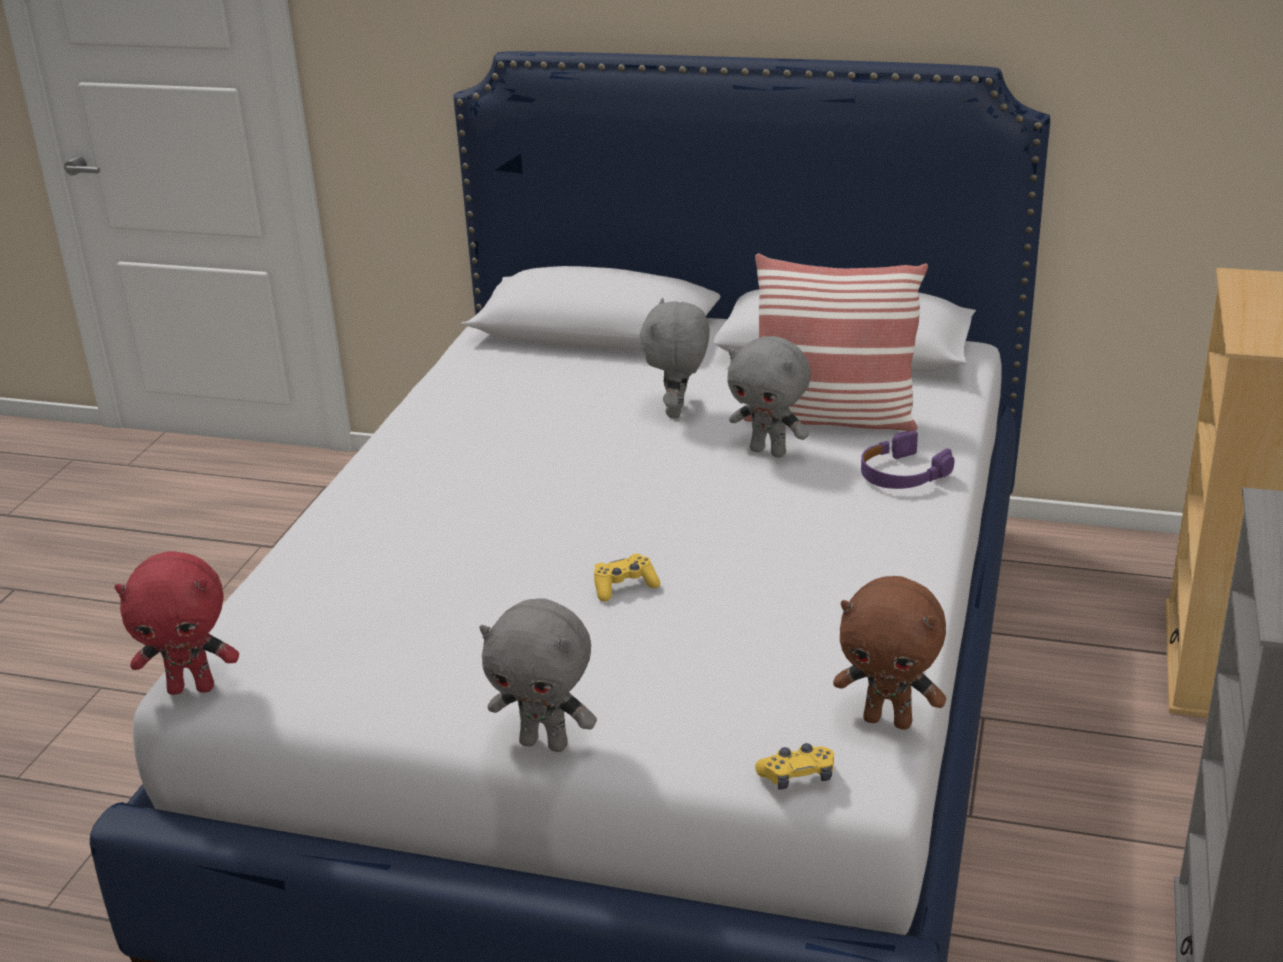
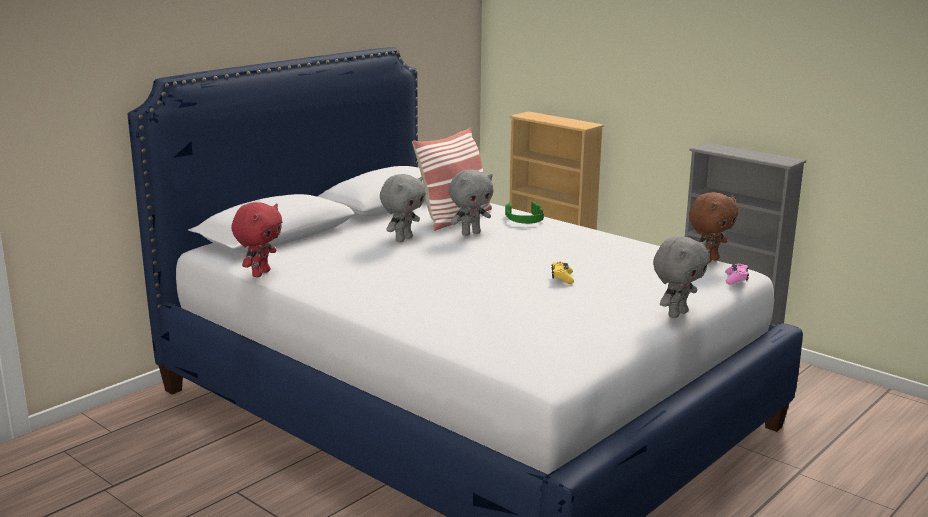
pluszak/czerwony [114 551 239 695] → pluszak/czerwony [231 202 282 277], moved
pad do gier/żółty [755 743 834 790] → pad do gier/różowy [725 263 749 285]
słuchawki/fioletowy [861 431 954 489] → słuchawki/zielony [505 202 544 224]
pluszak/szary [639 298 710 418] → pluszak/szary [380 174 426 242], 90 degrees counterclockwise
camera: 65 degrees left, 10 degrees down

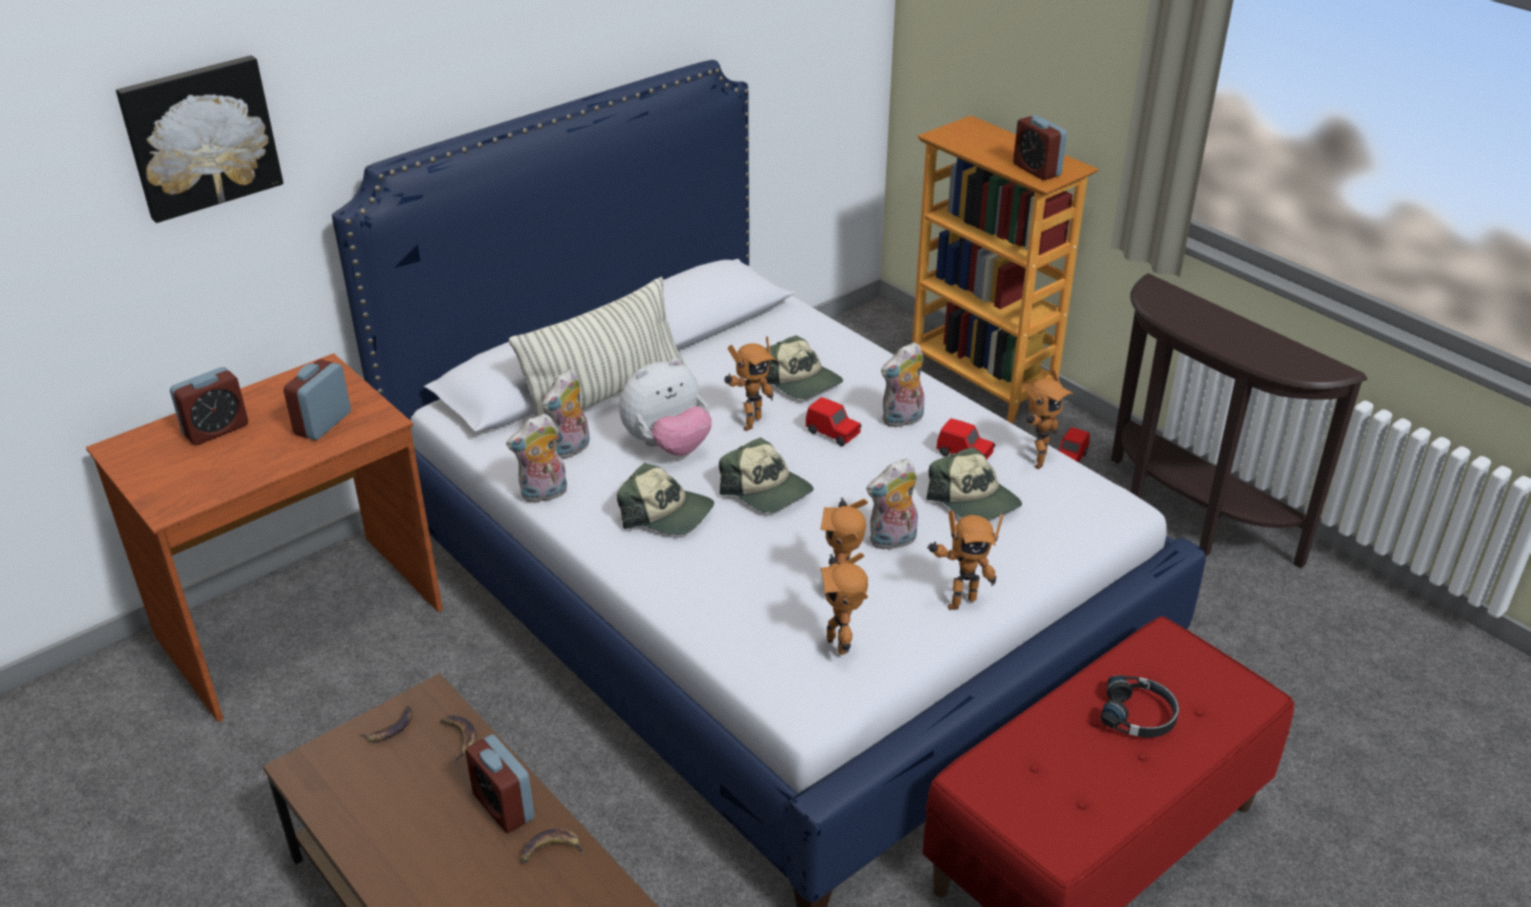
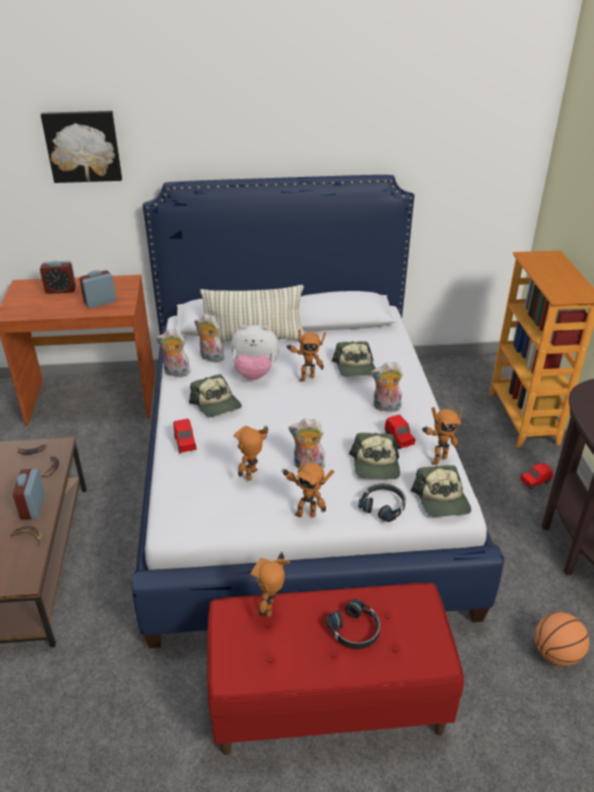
budzik [1013 115 1067 180] → -
- → słuchawki/czarny [358 483 406 522]
- → piłka do koszykówki [535 612 589 666]
czapka z daszkiem [719 438 814 513] → czapka z daszkiem [411 465 471 517], moved
samochodzik/czerwony [806 397 862 446] → samochodzik/czerwony [173 419 197 453], moved
robot zabawkowy [820 553 868 655] → robot zabawkowy [250 552 290 617], moved
pluszak [542 369 590 459] → pluszak [194 314 226 362], 45 degrees clockwise
camera: 35 degrees right, 0 degrees up

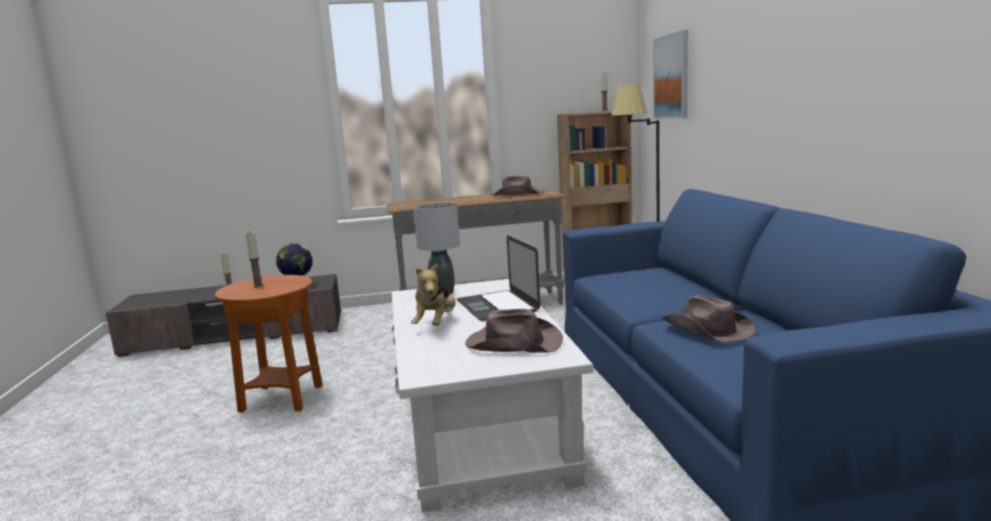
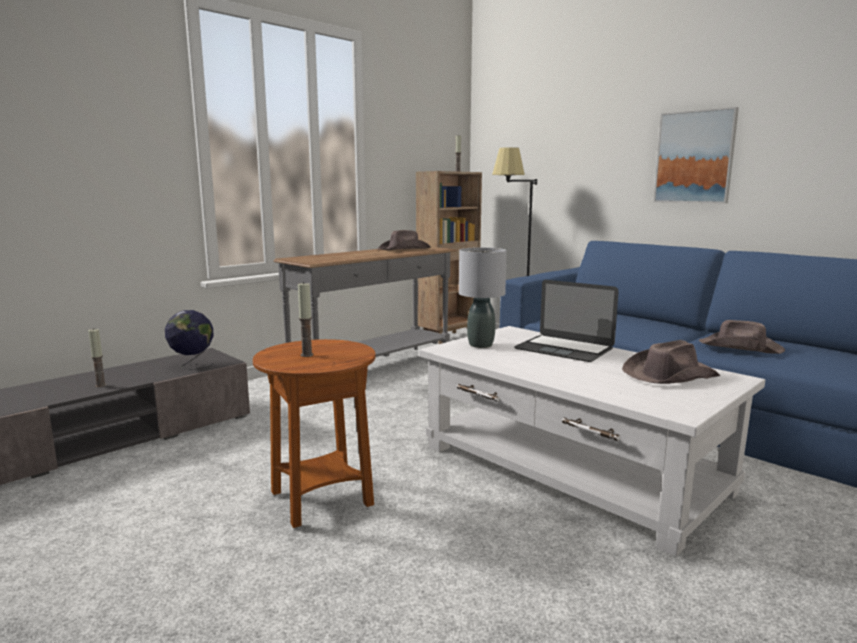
pluszak [411 263 456 326] → -
obraz [653 30 688 119] → obraz [653 107 739 204], moved
camera: 35 degrees left, 0 degrees up

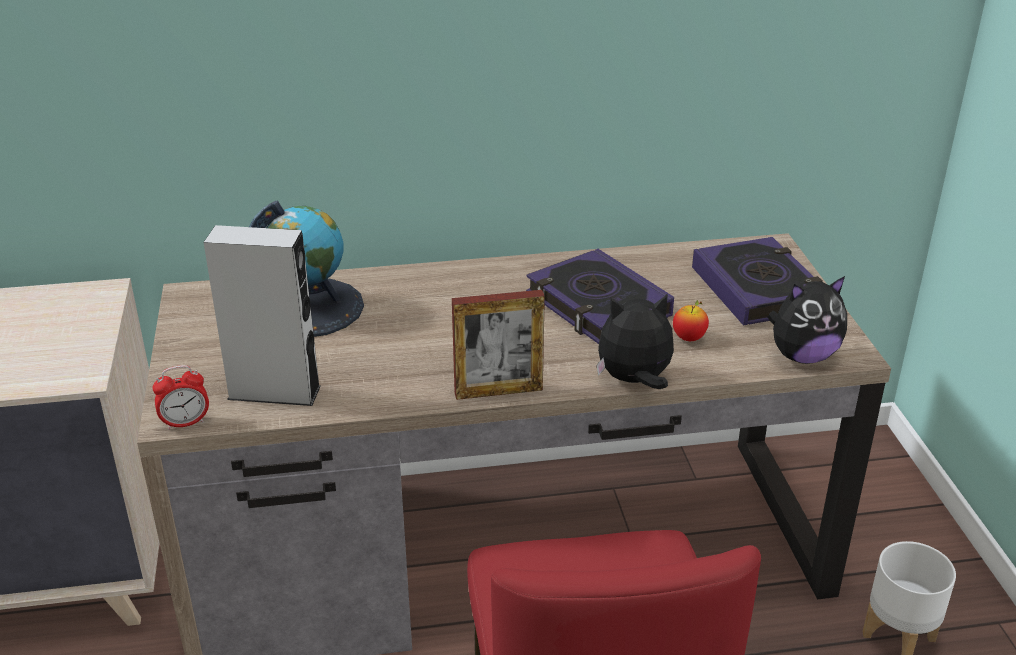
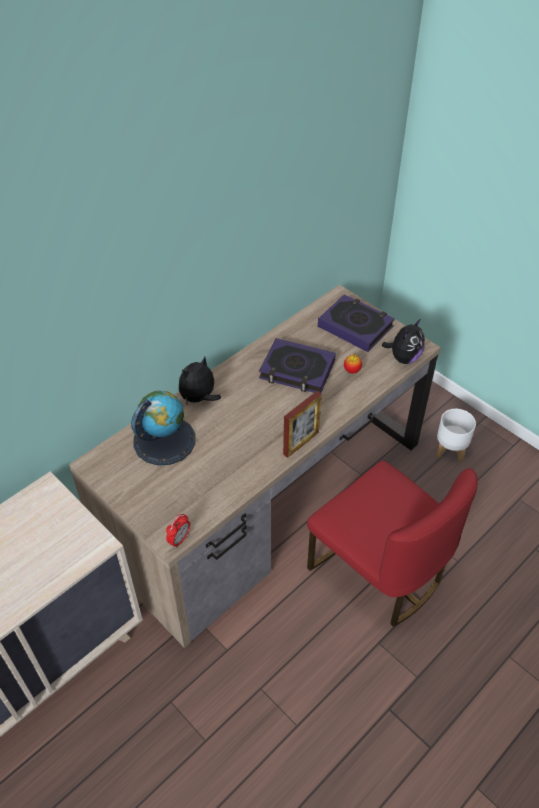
głośnik/szary [203 225 321 406] → -
pluszak [596 293 674 389] → pluszak [179 356 221 406], moved
camera: 35 degrees left, 15 degrees up

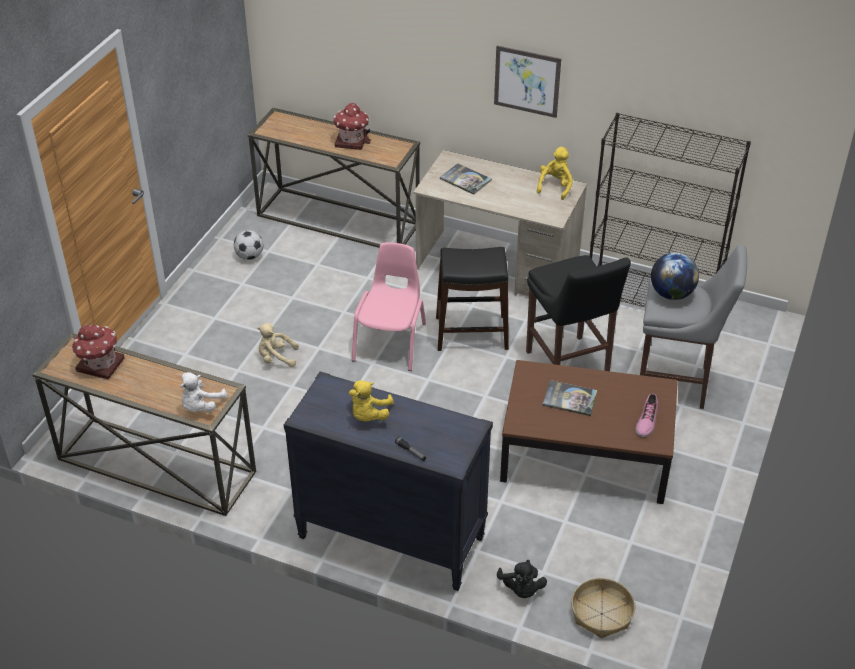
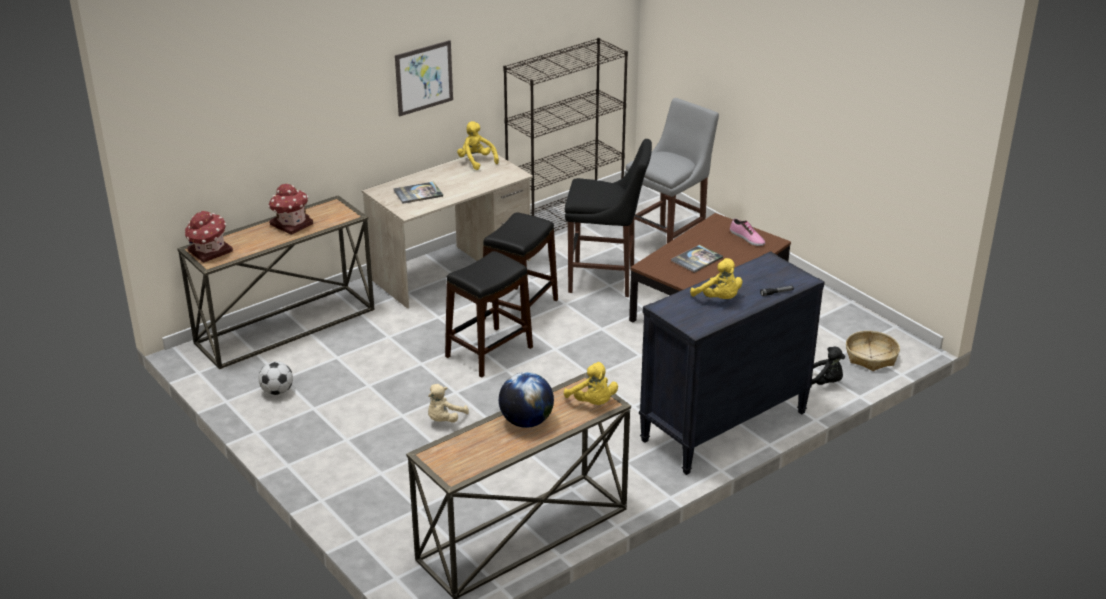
domek [72 324 125 379] → domek [185 210 233 263], moved
globus [651 252 699 300] → globus [499 372 554 428], moved
krzesło/różowy [352 242 426 371] → stołek/czarny [445 251 533 378]
pluszak/biały [180 372 227 412] → pluszak/żółty [564 362 618 405]
camera: 60 degrees left, 10 degrees down

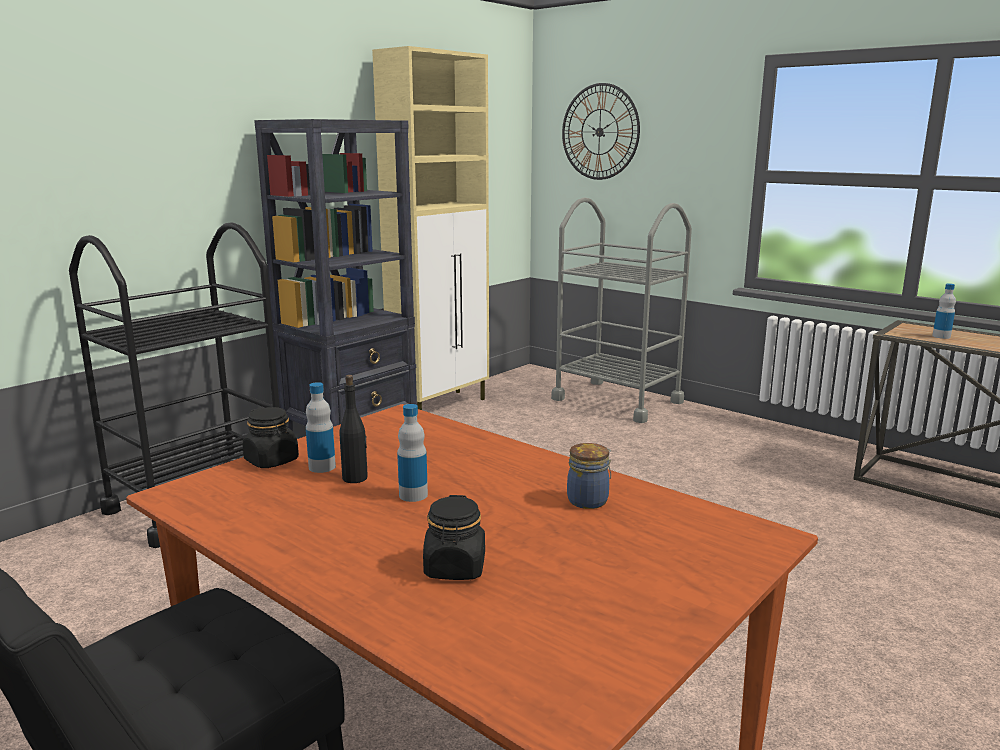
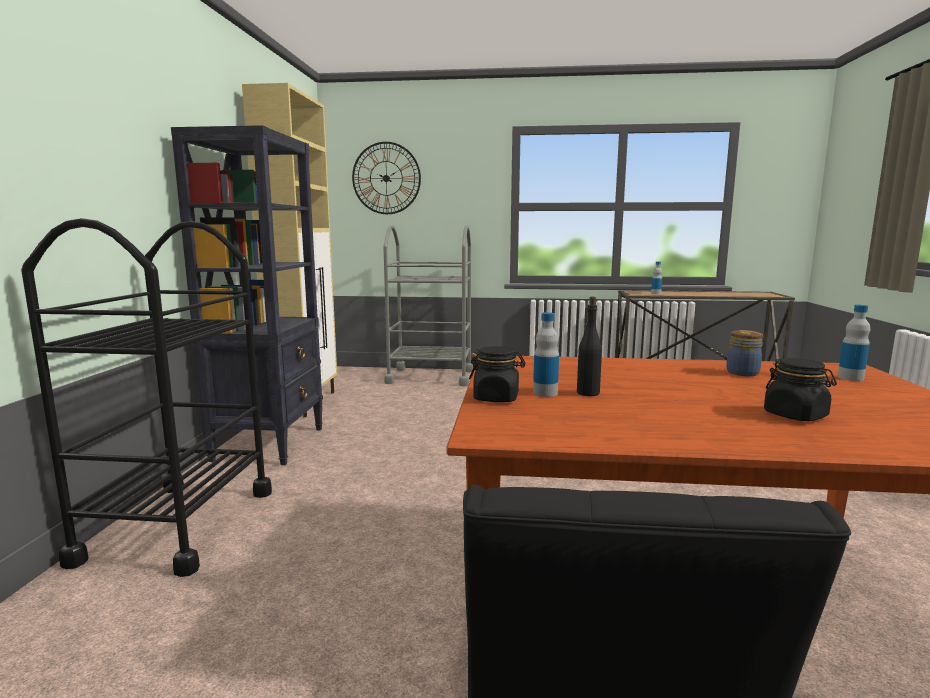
butelka [397 404 428 502] → butelka [837 304 870 381], moved
camera: 35 degrees left, 5 degrees down

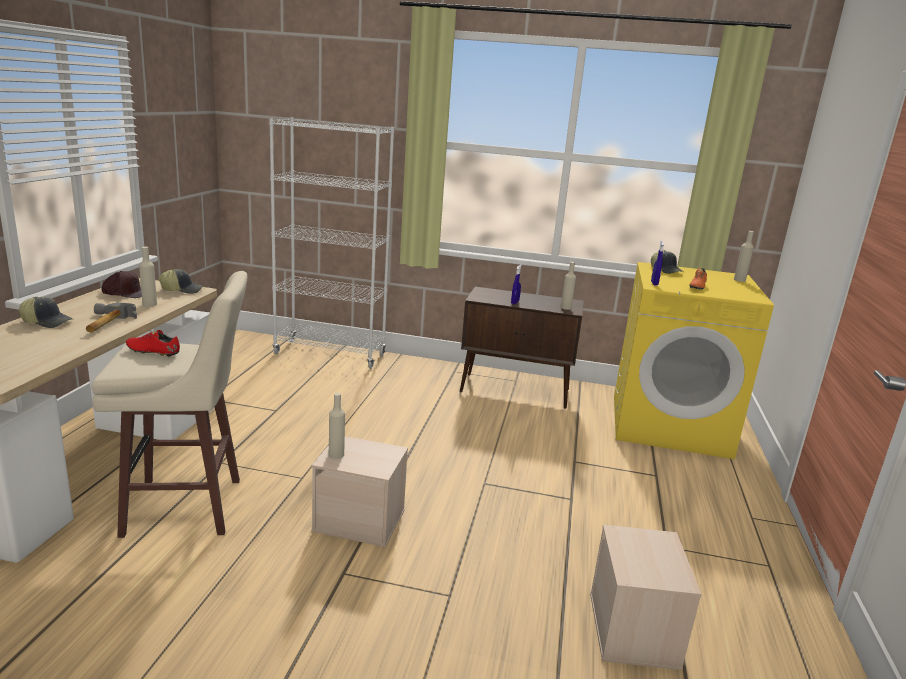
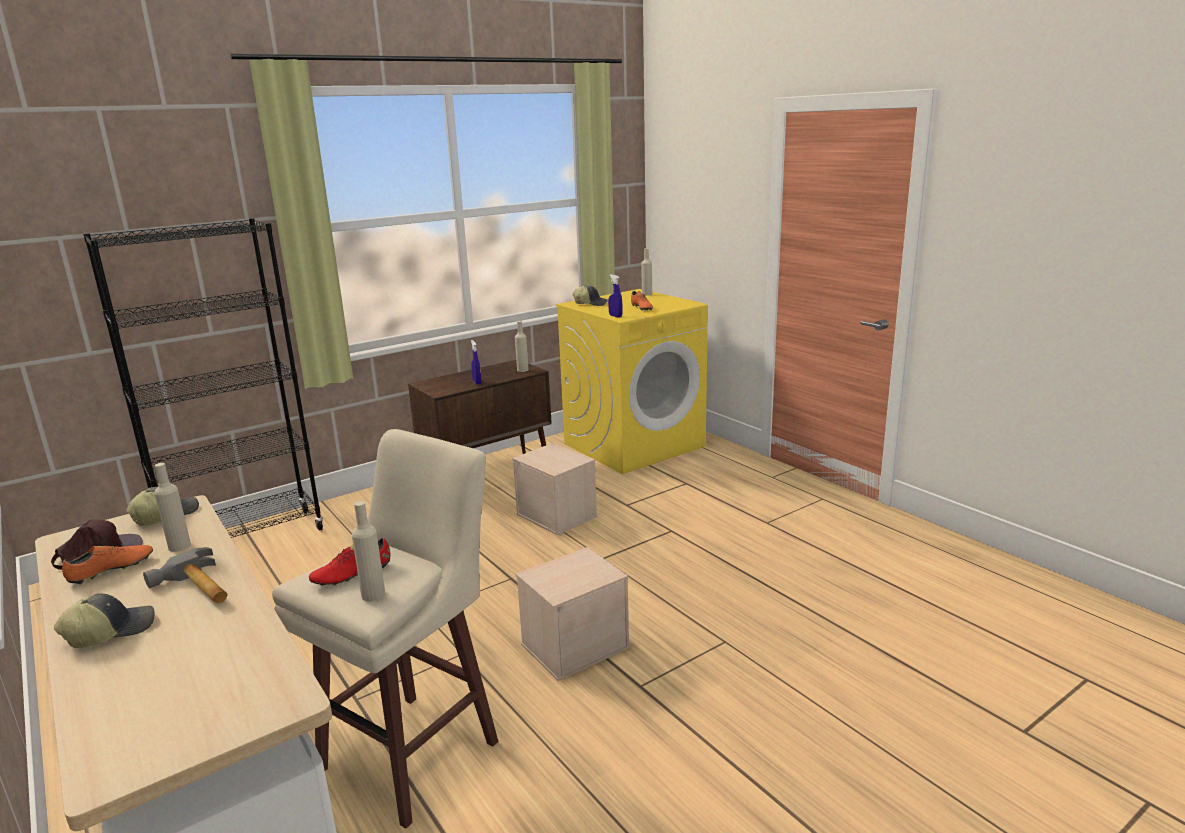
- → but/pomarańczowy [62 545 153 585]
butelka/beżowy [329 393 345 459] → butelka/beżowy [352 501 385 602], moved
pojemnik do przechowywania/beżowy [590 525 702 670] → pojemnik do przechowywania/beżowy [512 443 597 535], moved
regał/biały [269 118 394 369] → regał/czarny [83 218 324 538]
camera: 45 degrees left, 0 degrees up

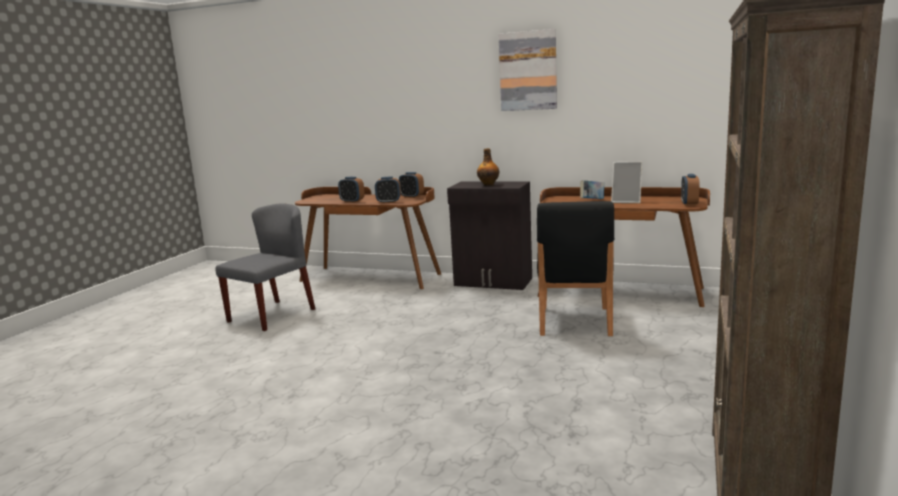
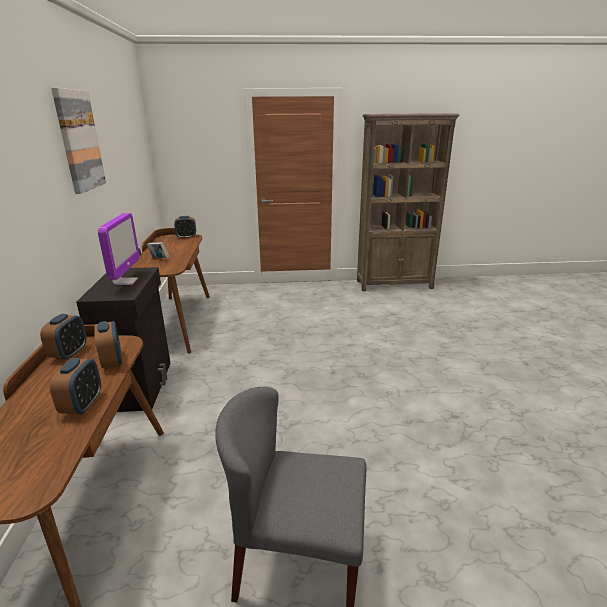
krzesło/czarny [537 201 614 336] → -
ramka na zdjęcie [611 162 642 203] → -
butelka [477 148 499 186] → monitor [98 213 139 285]
camera: 115 degrees left, 10 degrees up

